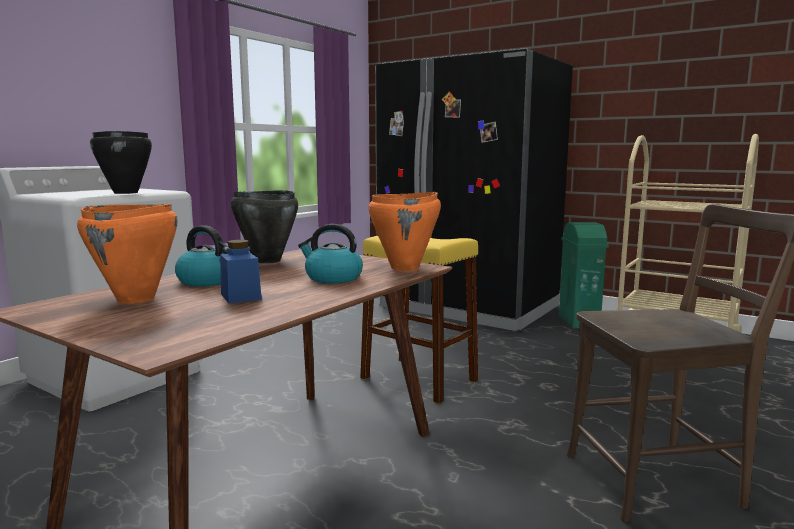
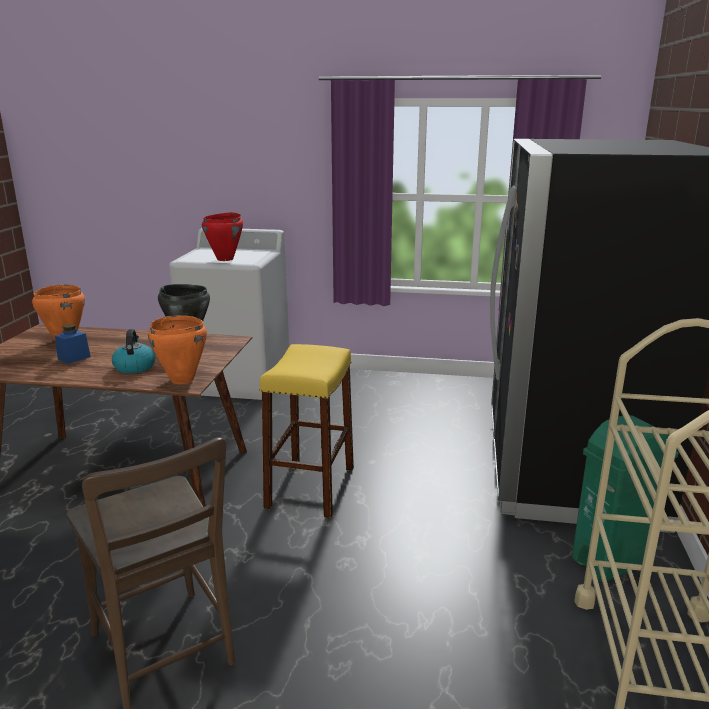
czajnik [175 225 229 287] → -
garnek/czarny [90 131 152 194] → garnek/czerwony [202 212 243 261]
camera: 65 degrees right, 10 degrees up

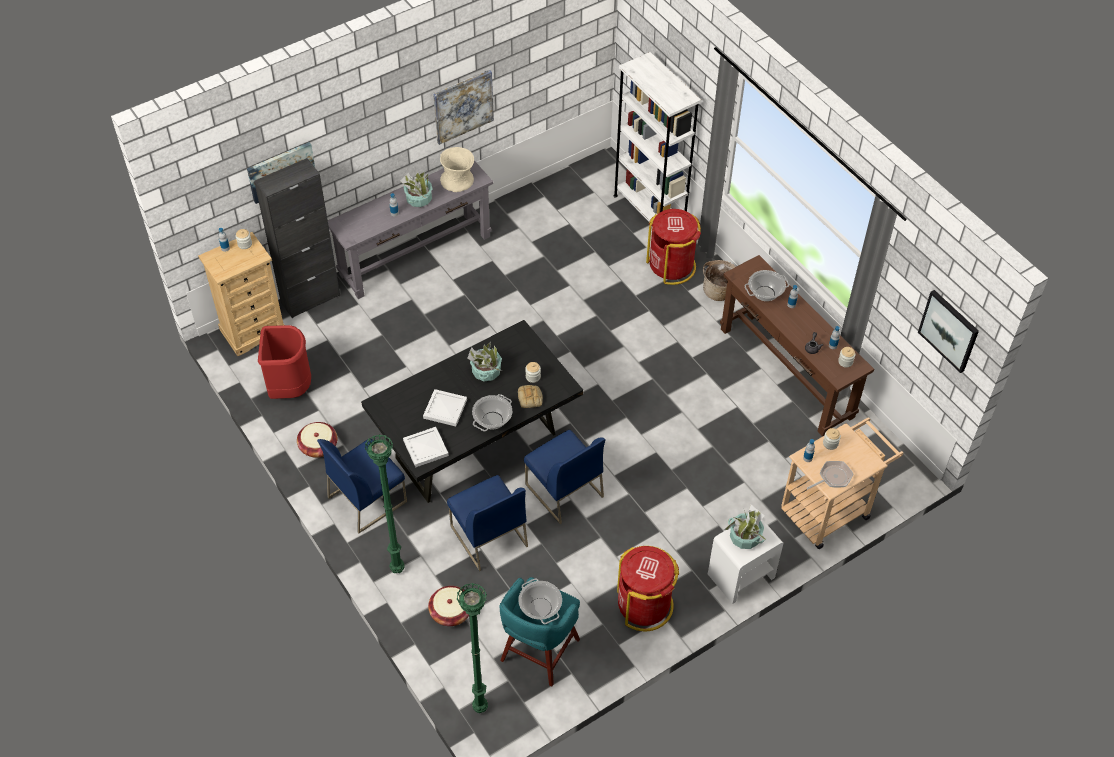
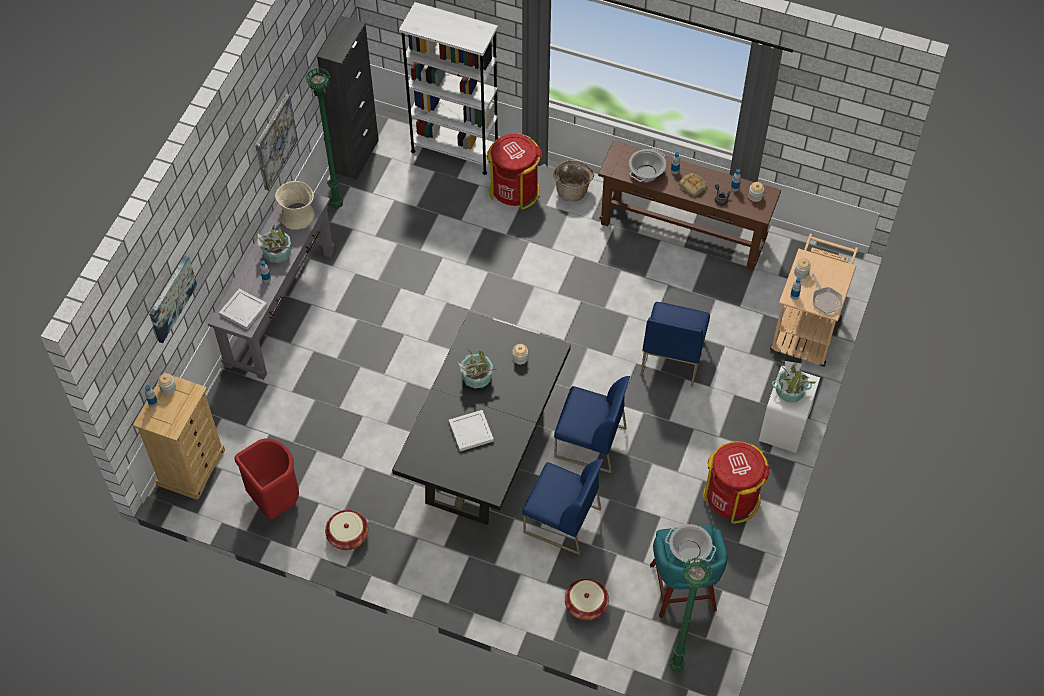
garnek [472 394 512 431] → -
obraz [918 290 979 373] → -
szafka/czarny [254 158 340 318] → szafka/czarny [317 16 379 180], moved
krzesło/niebieski [317 438 407 533] → krzesło/niebieski [641 302 710 387], moved
lampa stojąca/zielony [365 434 405 573] → lampa stojąca/zielony [305 68 343 209], moved
taca/biały [403 427 449 467] → taca/biały [219 289 267 330], moved
chleb [518 385 543 408] → chleb [679 173 707 196], moved
patelnia [807 461 853 489] → patelnia [812 274 842 314], 135 degrees clockwise
camera: 35 degrees left, 5 degrees up

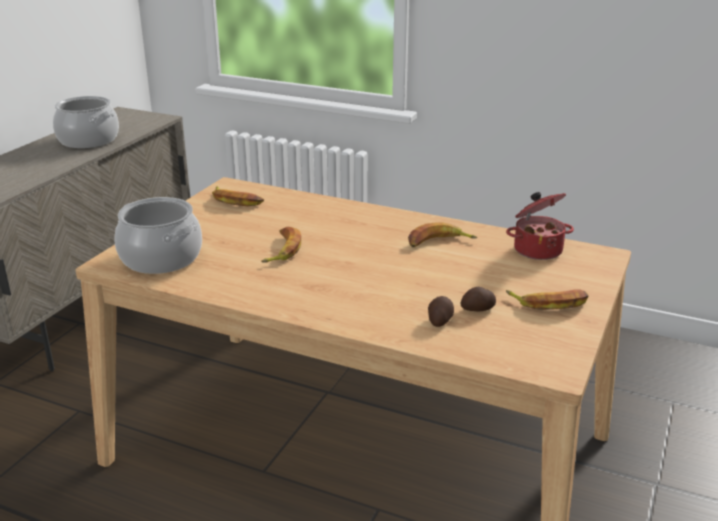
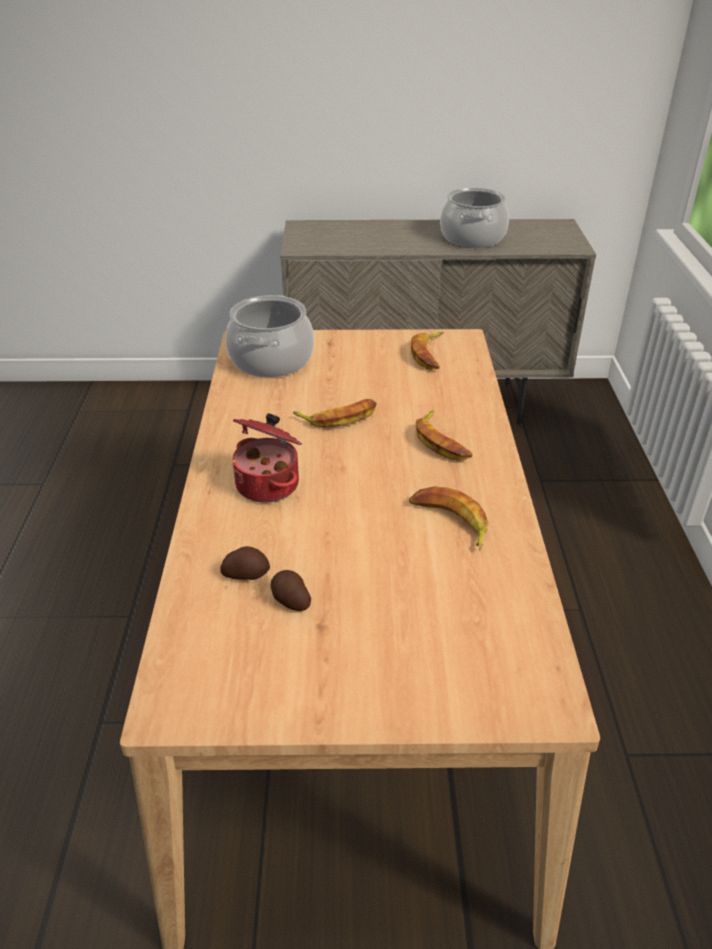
garnek [506 192 574 260] → garnek [233 413 302 503], moved
banan [506 290 589 310] → banan [416 410 472 461], moved
camera: 65 degrees right, 10 degrees up

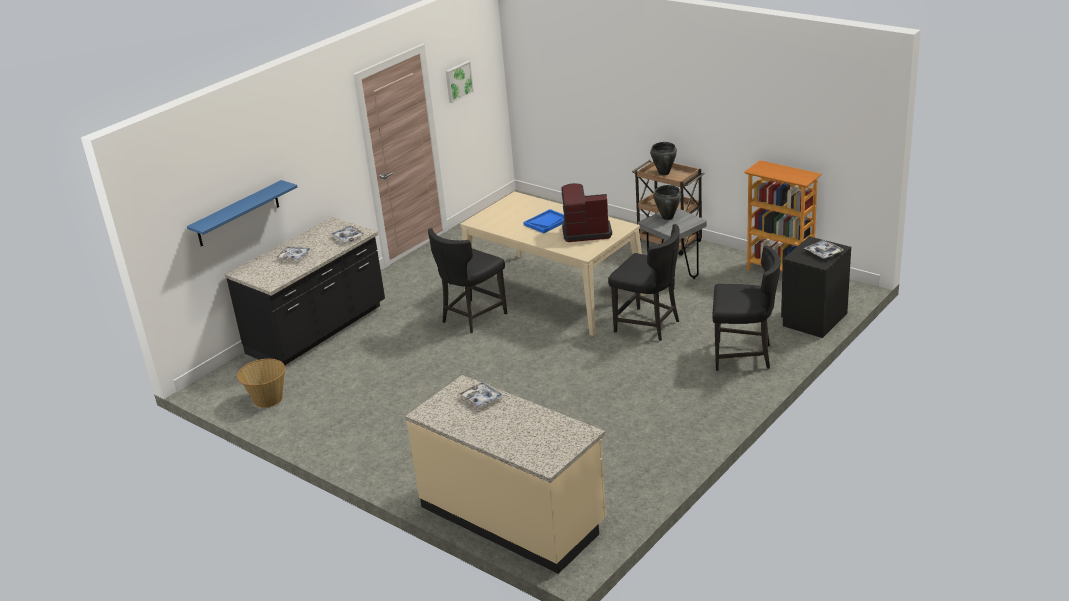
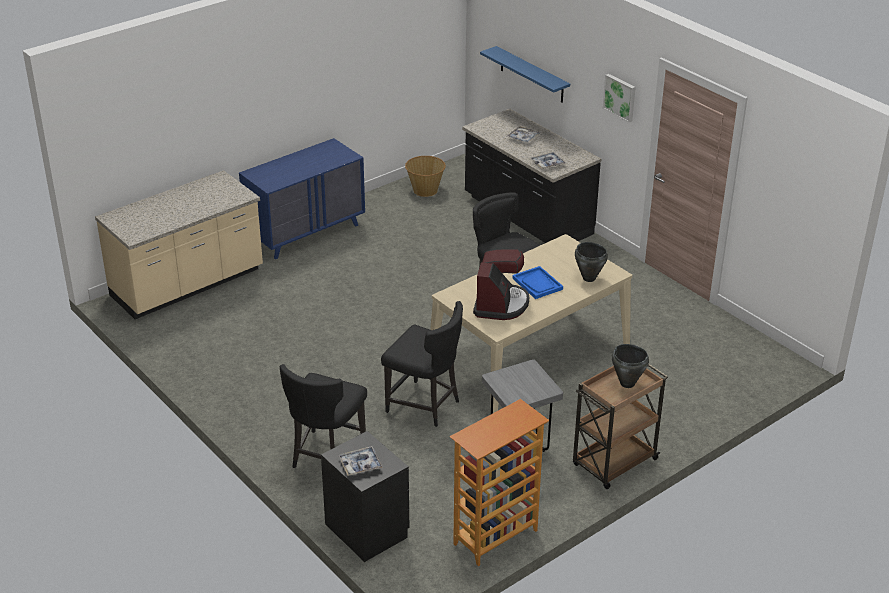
taca [457 382 504 408] → -
- → komoda/niebieski [239 138 365 259]
obraz [446 61 474 103] → obraz [603 74 636 122], moved
garnek/czarny [653 185 681 220] → garnek/czarny [575 242 608 282], moved
krzesło/czarny [608 224 680 341] → krzesło/czarny [381 301 463 427], 105 degrees counterclockwise
camera: 100 degrees right, 5 degrees up

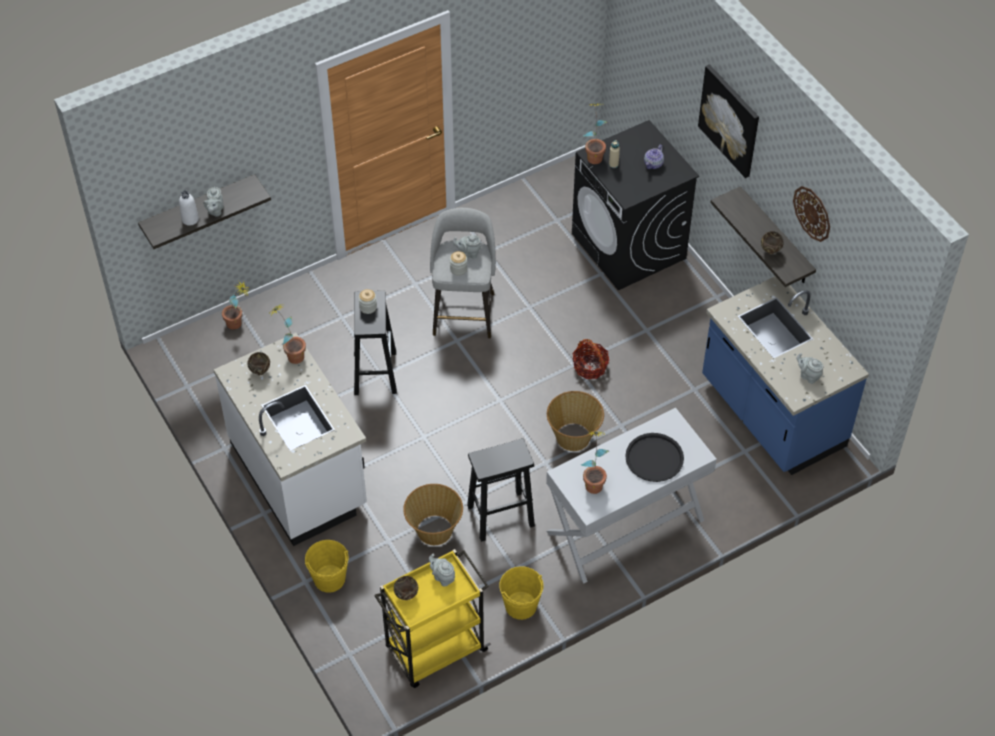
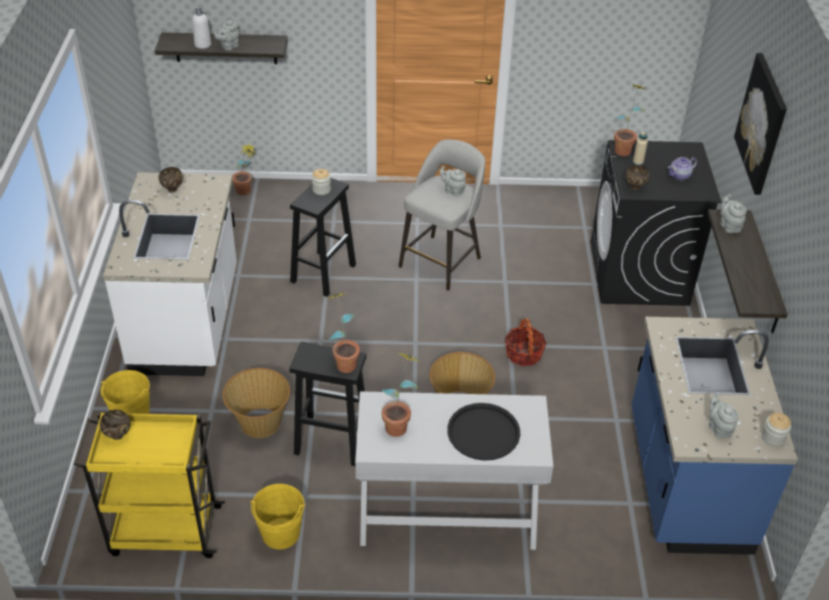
zegar ścienny [793 186 830 242] → -
roślina doniczkowa [270 304 306 364] → roślina doniczkowa [326 292 360 373], moved
imbryk/szary [429 554 455 587] → imbryk/szary [720 194 747 233], moved
słoik [450 251 467 275] → słoik [761 413 791 447], moved
miska/brązowy [761 231 784 254] → miska/brązowy [626 165 650 190], moved
camera: 30 degrees right, 10 degrees down

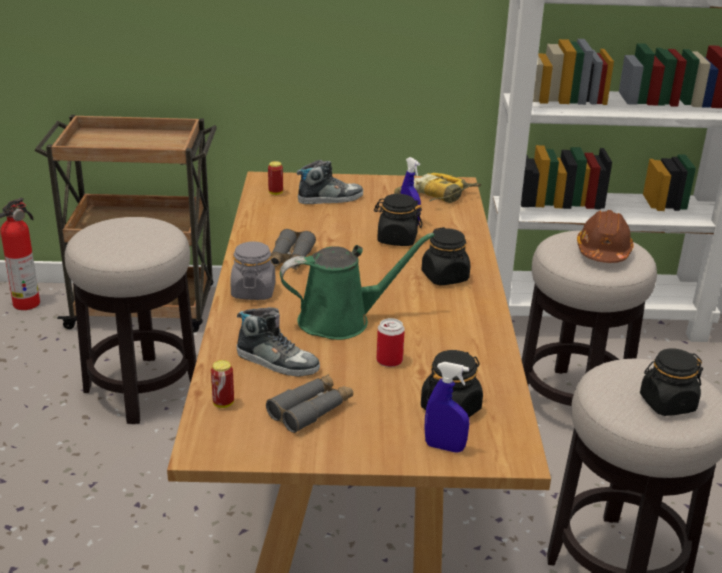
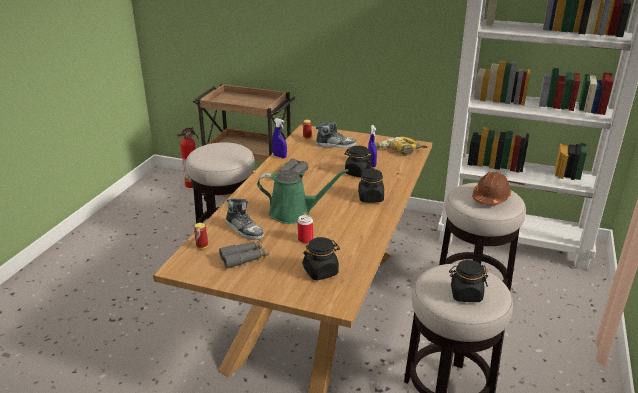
słoik/szary [230 242 275 300] → -
spryskiwacz/niebieski [425 362 469 453] → spryskiwacz/niebieski [272 118 287 158], moved
camera: 20 degrees right, 0 degrees up

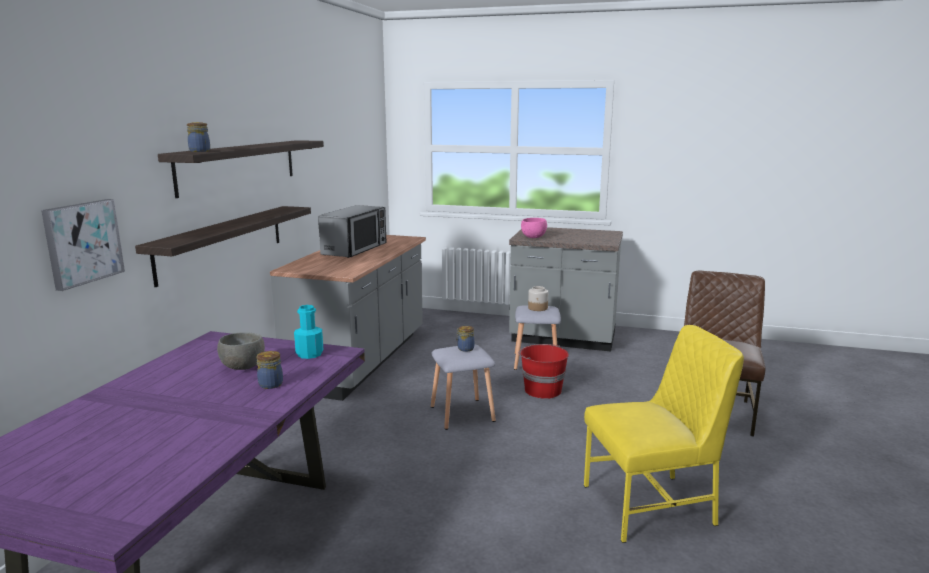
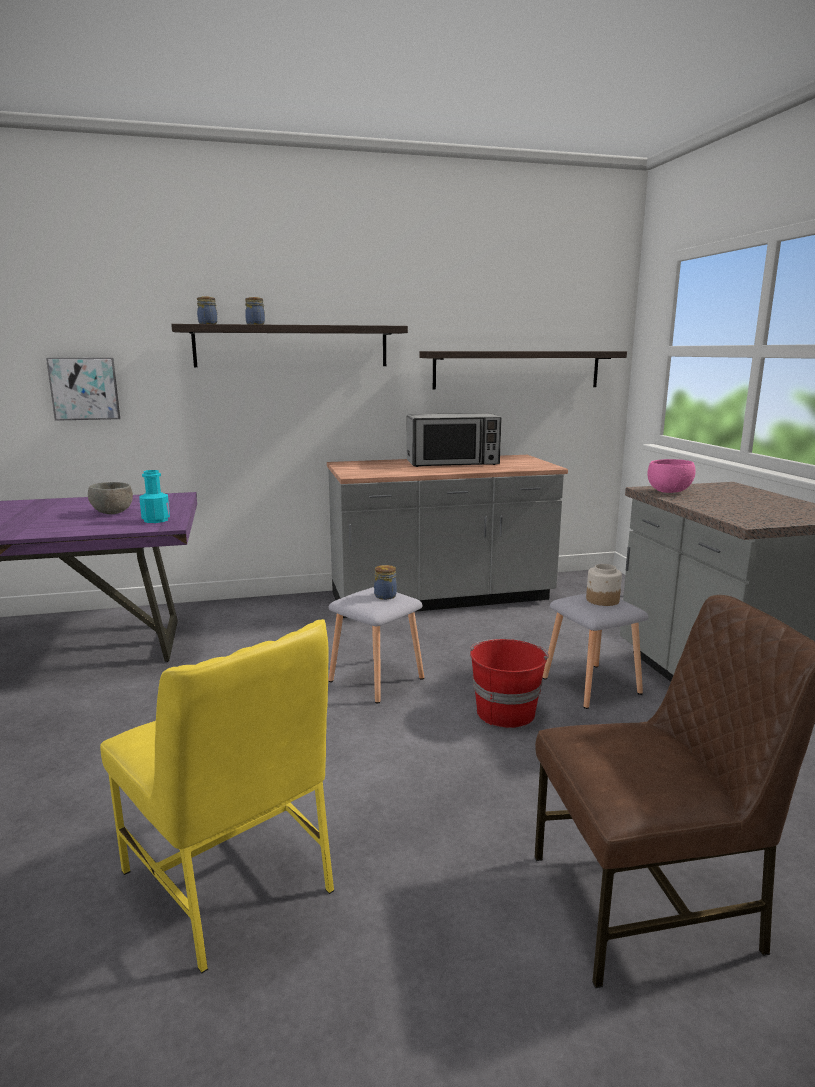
półka [135 206 311 287] → półka [420 351 627 389], moved
słoik [257 351 283 389] → słoik [245 297 265 325], moved
camera: 60 degrees right, 0 degrees up

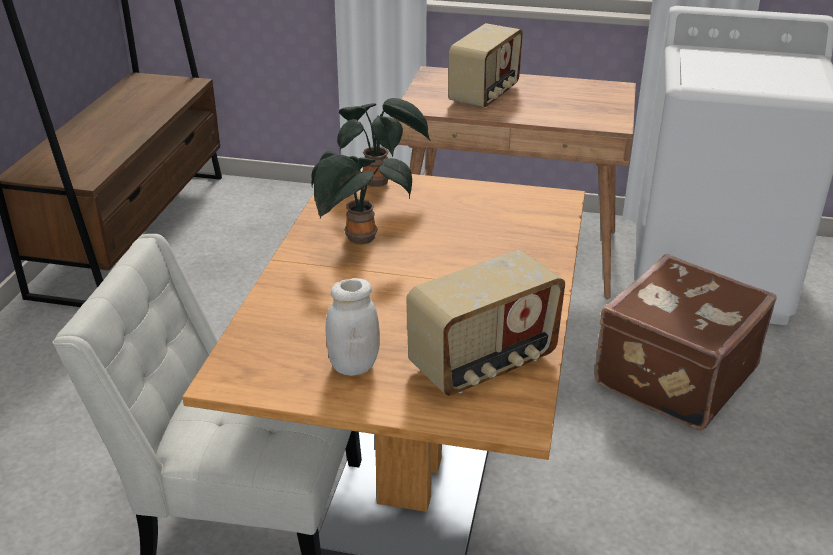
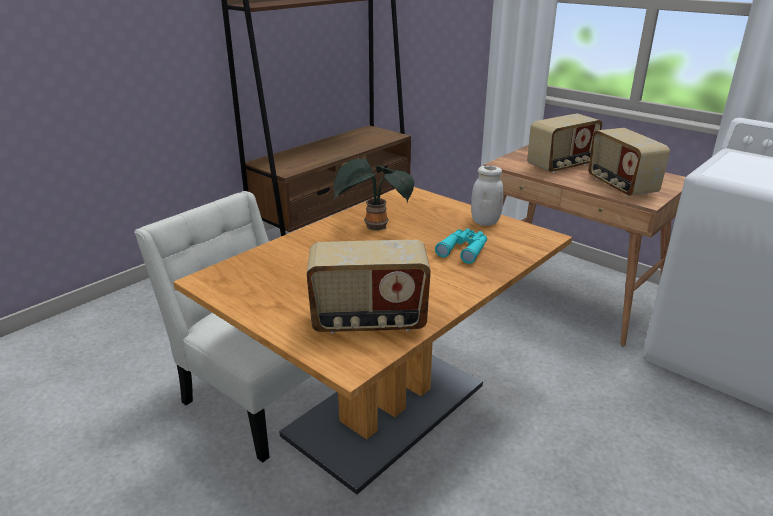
roślina doniczkowa [337 98 431 187] → -
walizka/brązowy [594 254 777 431] → -
- → lornetka/turkusowy [435 228 487 264]
- → radio [588 128 670 197]
słoik/biały [326 278 380 376] → słoik/biały [471 166 503 226], moved
camera: 30 degrees right, 5 degrees down

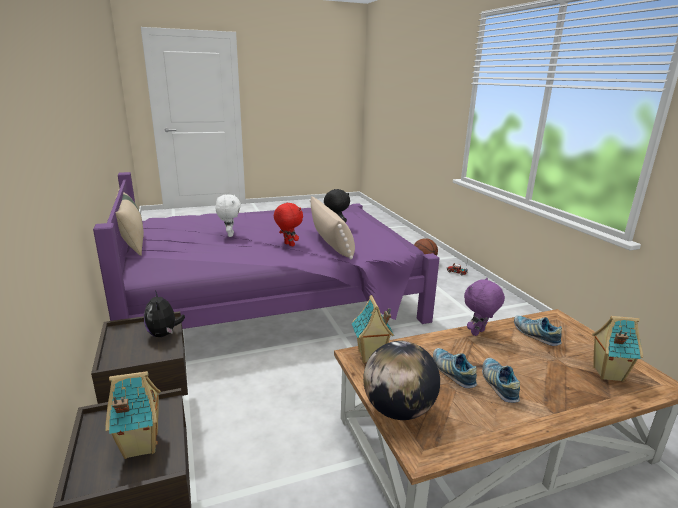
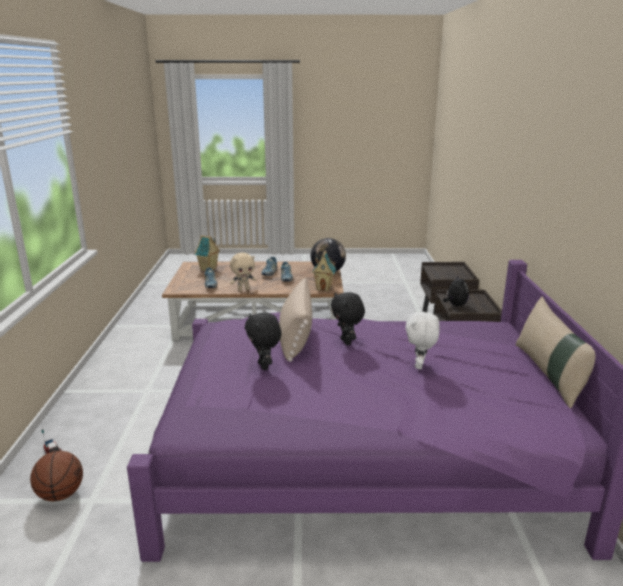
domek [105 371 161 459] → -
pluszak/czerwony [274 202 303 246] → pluszak/czarny [331 292 365 345]
pluszak/fioletowy [464 278 505 336] → pluszak/beżowy [230 253 257 291]
camera: 160 degrees left, 0 degrees up

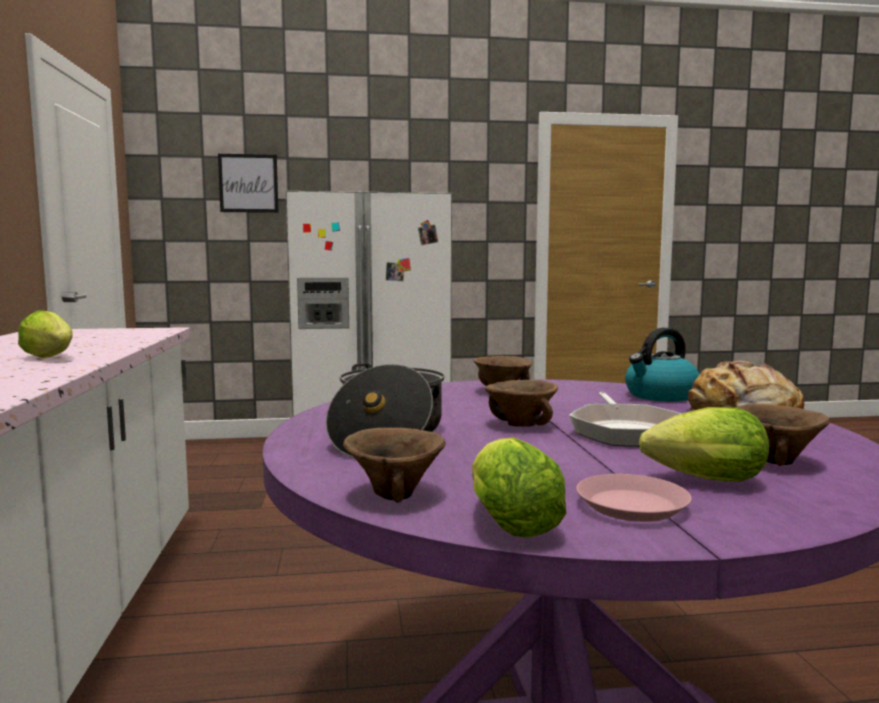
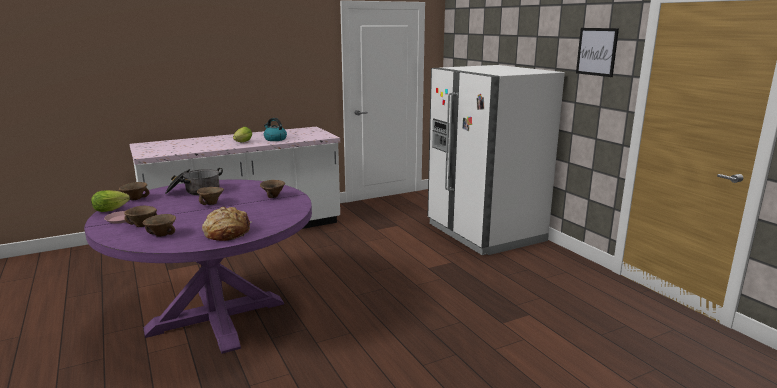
patelnia [569 392 682 447] → -
obraz [218 154 279 213] → obraz [576 28 619 77], moved
czajnik [625 328 699 402] → czajnik [264 118 287 141], moved
sałata [639 407 769 482] → miska/brązowy [124 206 157 227]
camera: 70 degrees right, 10 degrees up

